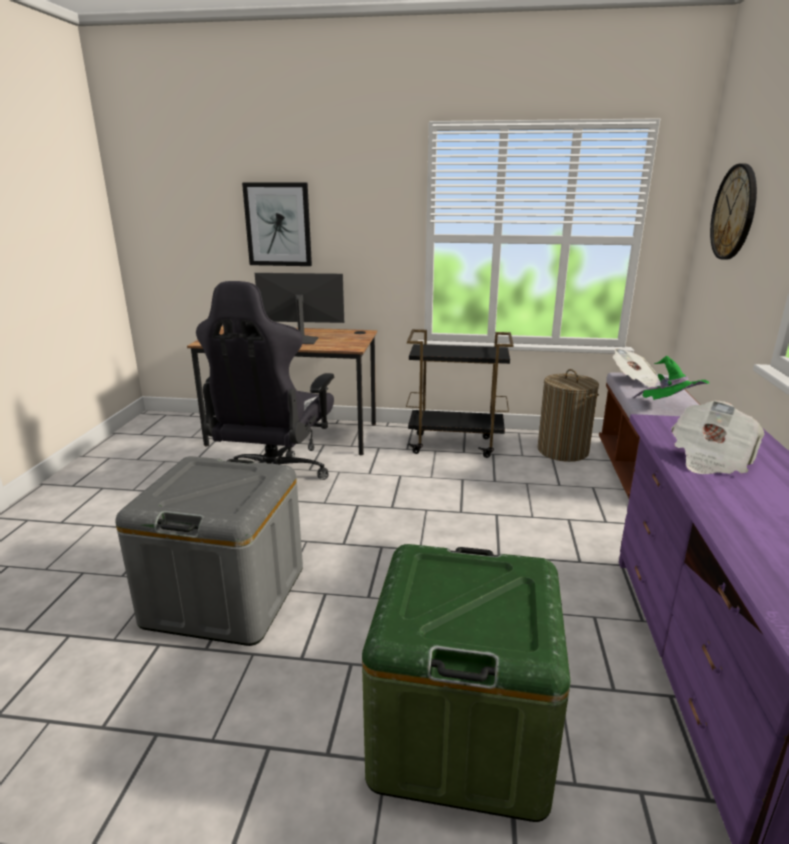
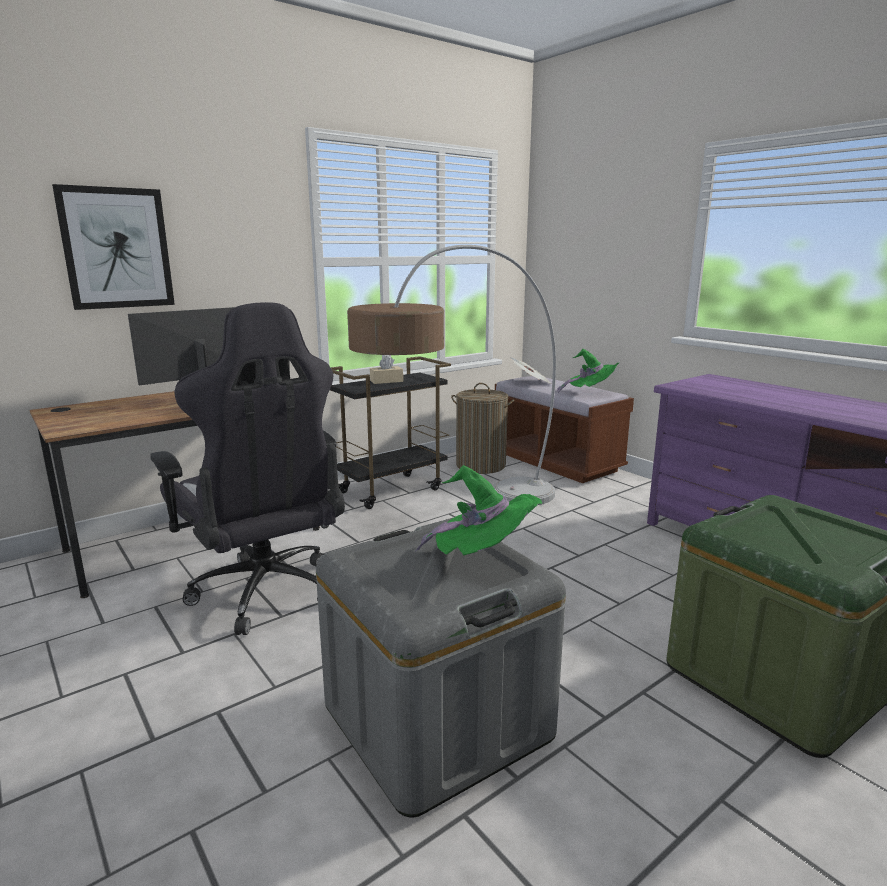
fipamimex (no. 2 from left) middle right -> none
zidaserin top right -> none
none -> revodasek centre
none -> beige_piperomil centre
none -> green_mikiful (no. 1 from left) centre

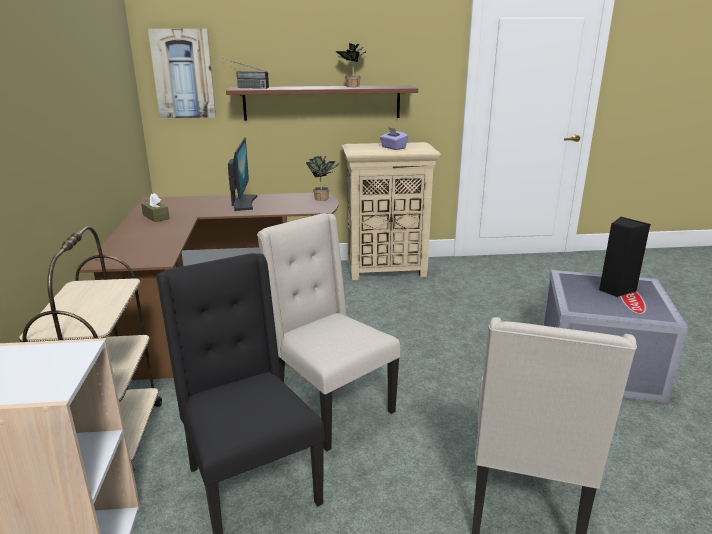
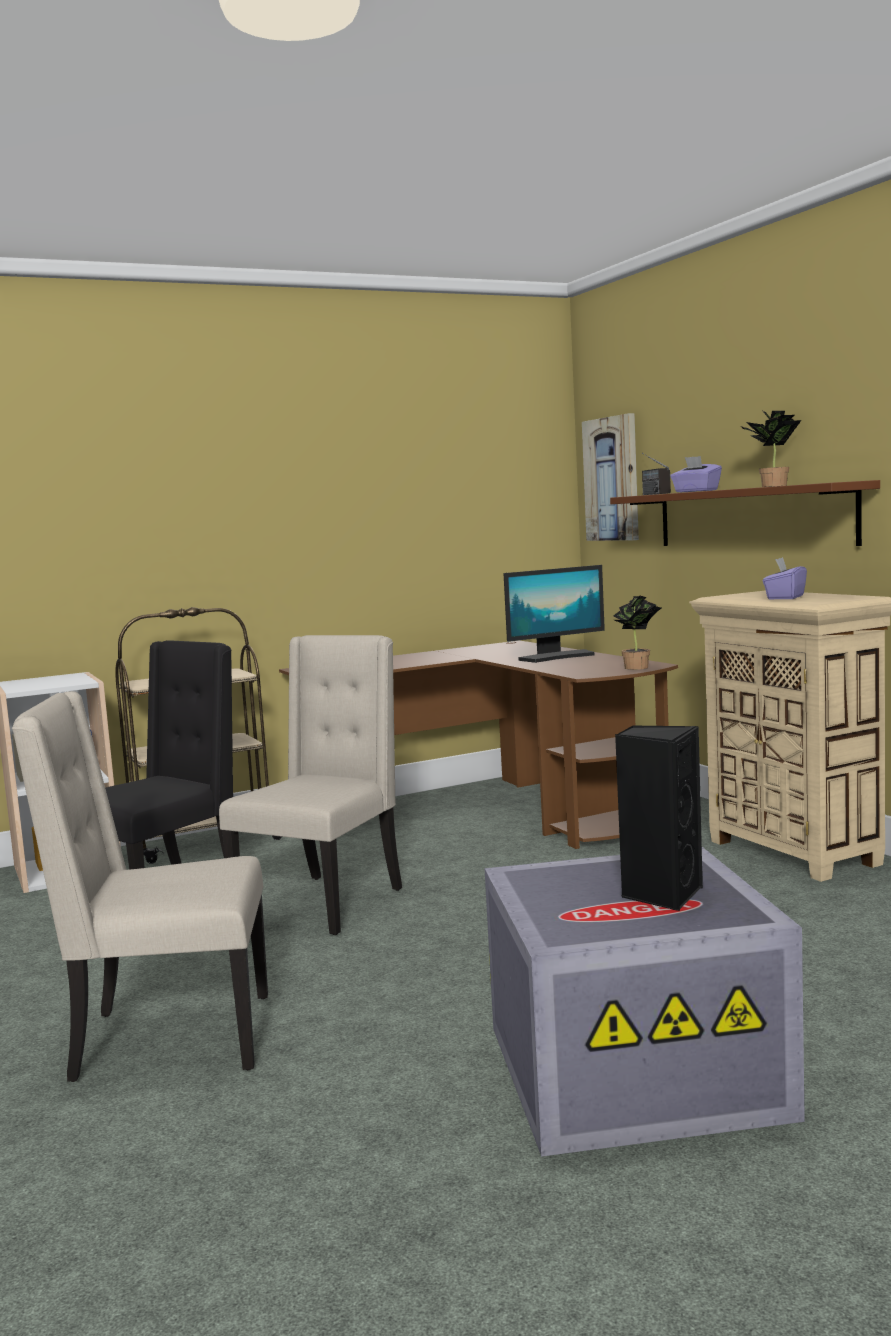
brown_piperomil middle left -> none
none -> purple_piperomil (no. 1 from left) middle right

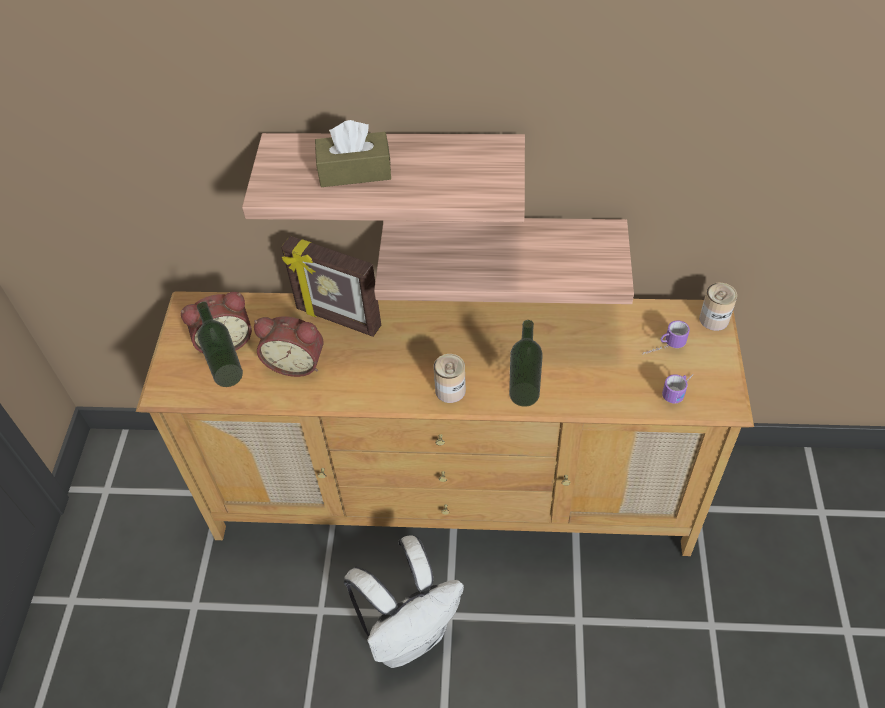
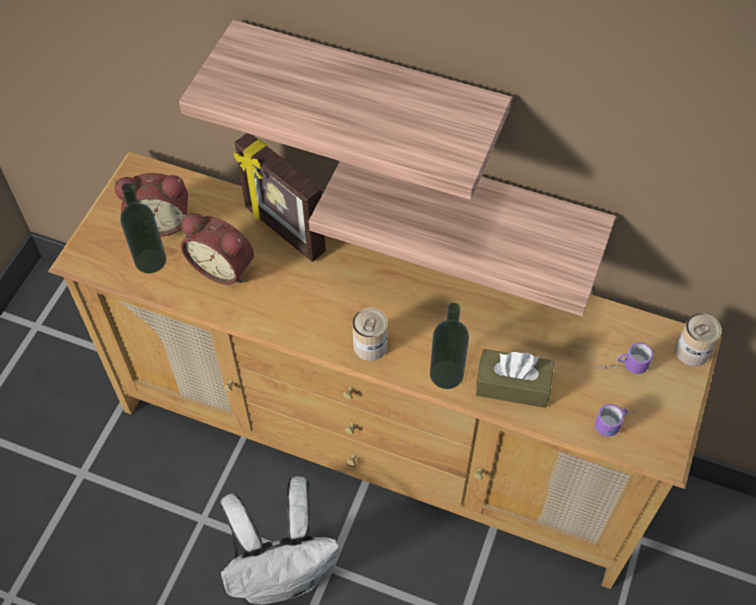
brown_piperomil top centre -> brown_piperomil middle right, relocated

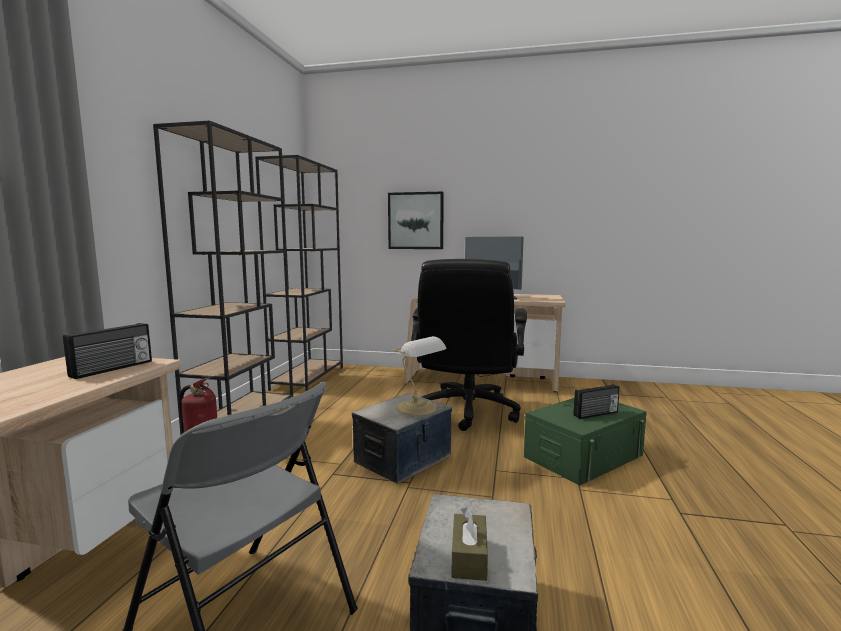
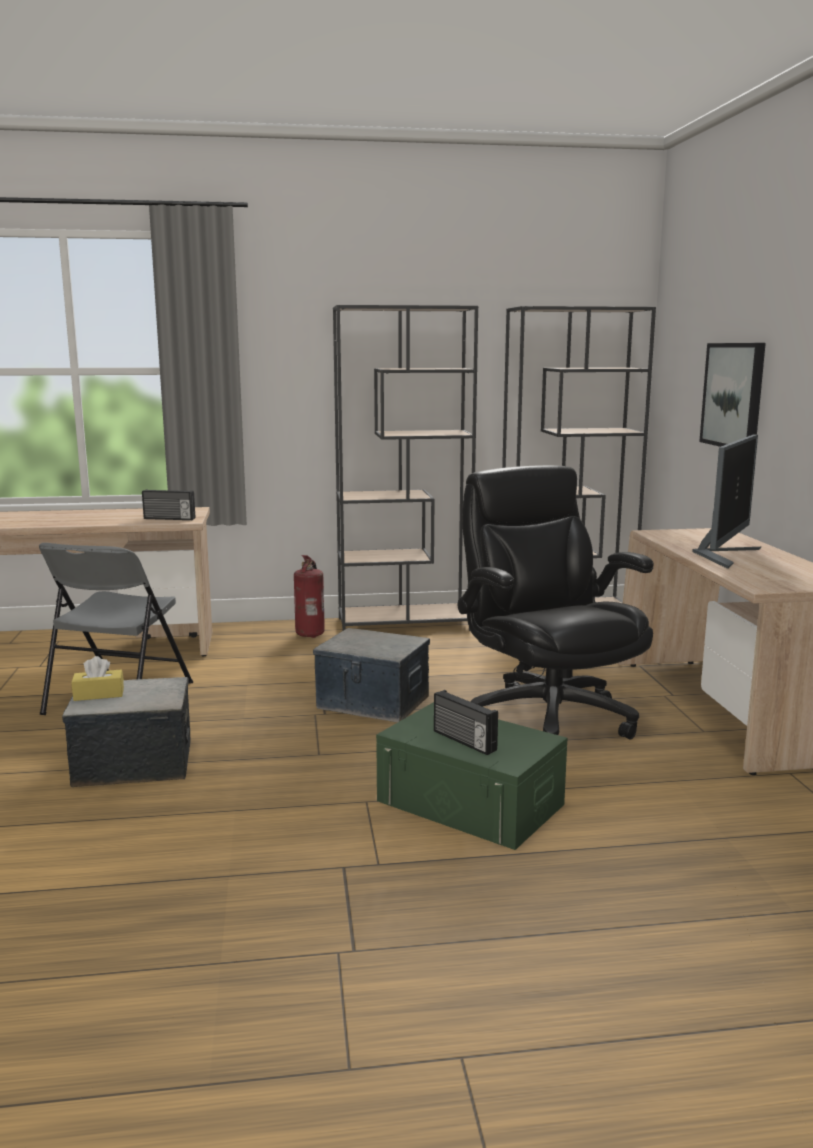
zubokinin centre -> none
brown_piperomil bottom centre -> yellow_piperomil middle left
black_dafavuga centre -> black_dafavuga middle right, 75 degrees clockwise

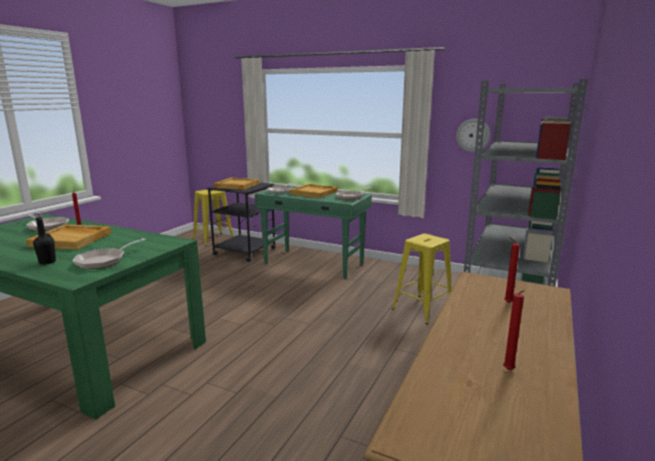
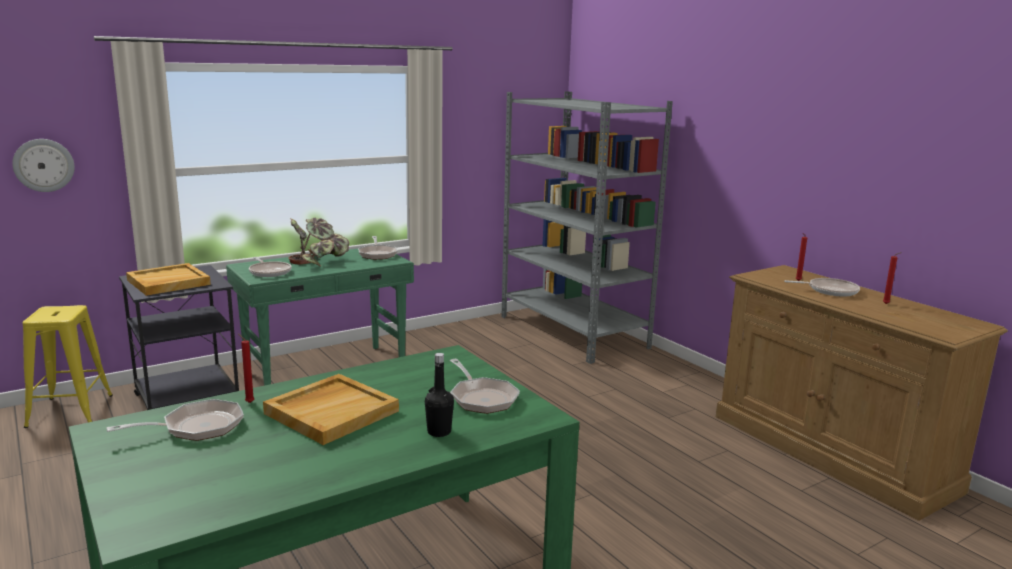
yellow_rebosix (no. 2 from left) centre -> none
none -> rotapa (no. 5 from left) middle right
zidaserin top right -> zidaserin top left, relocated
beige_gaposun (no. 3 from left) centre -> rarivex middle left

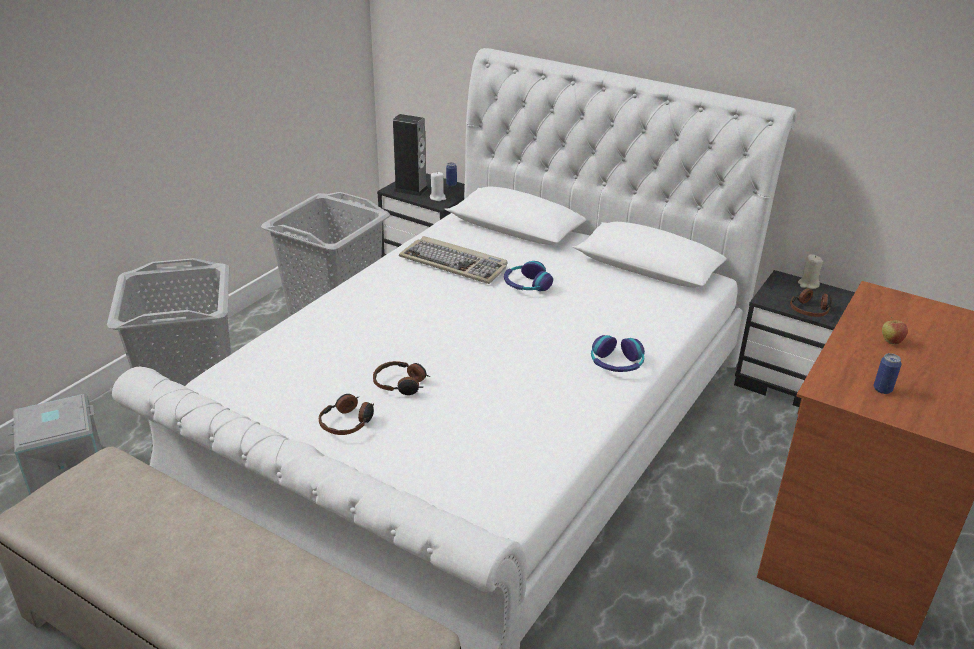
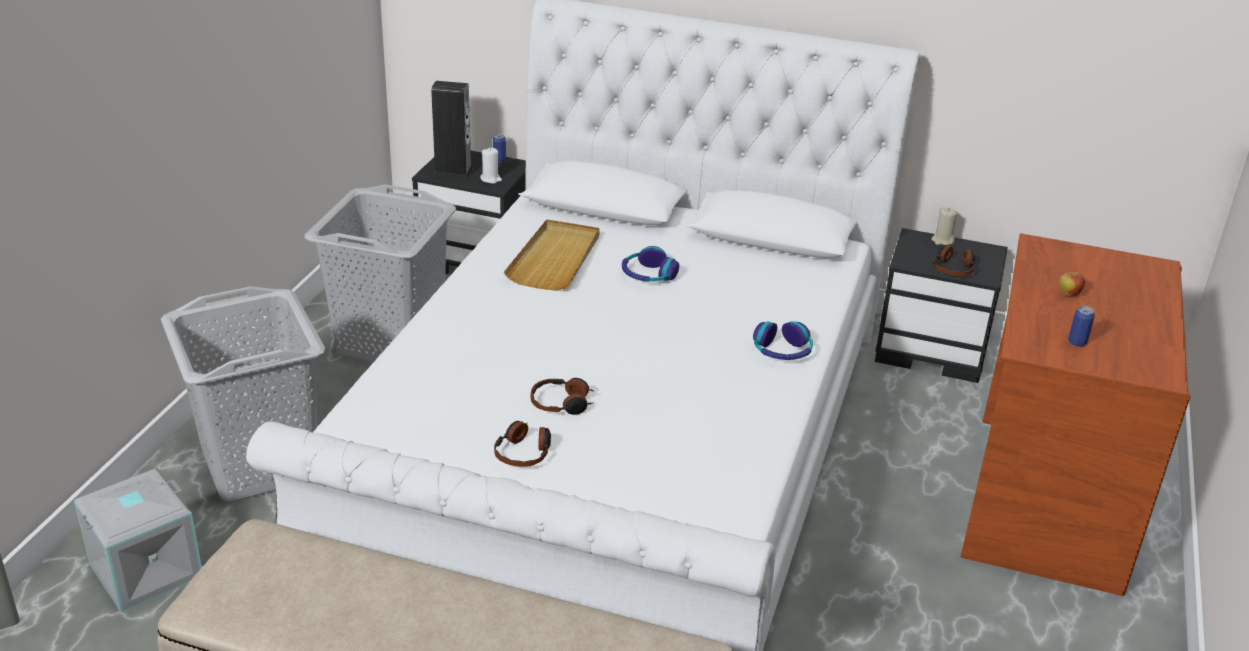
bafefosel centre -> beige_gaposun centre

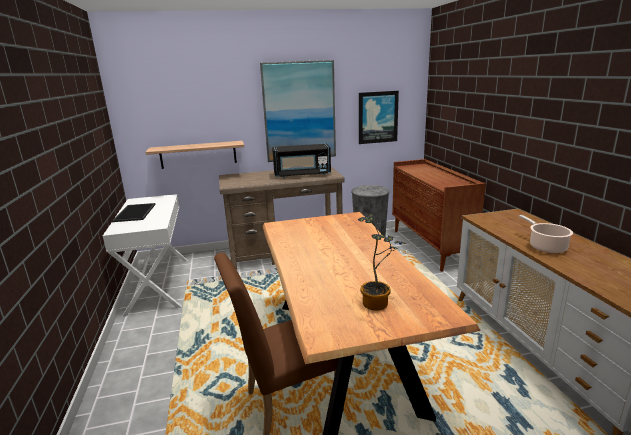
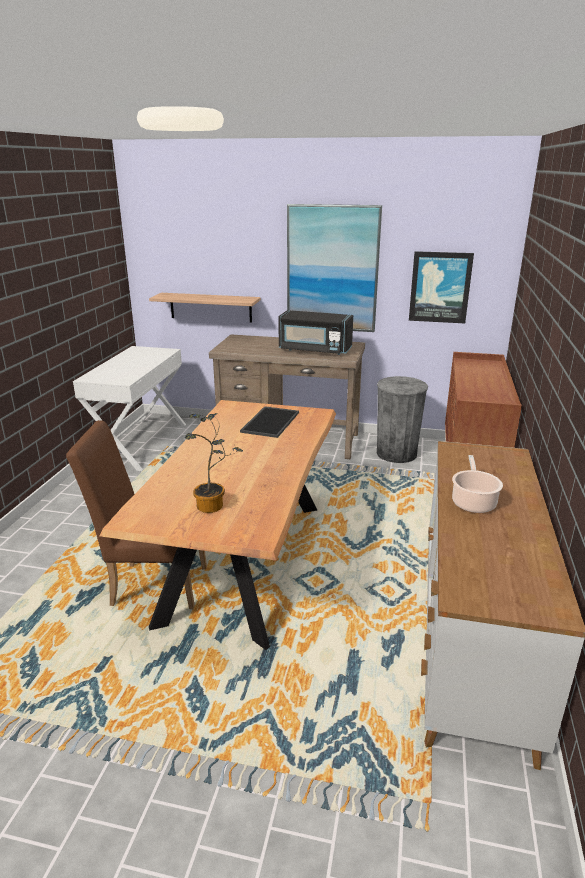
gaposun middle left -> gaposun centre, relocated

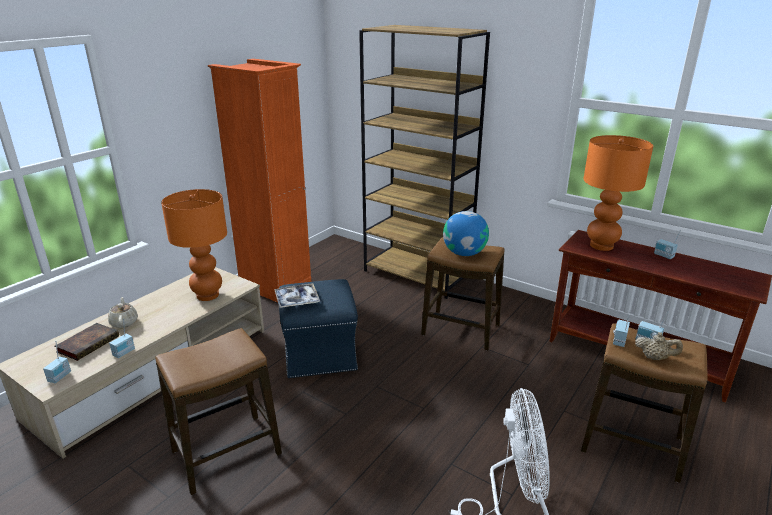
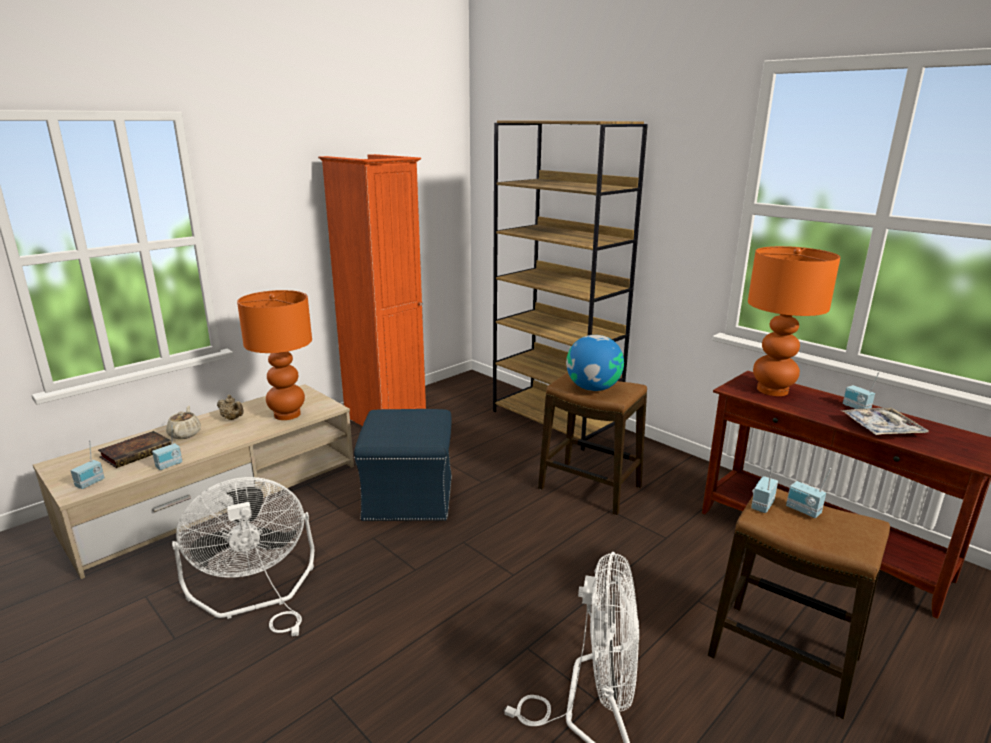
gaposun centre -> gaposun middle right, relocated
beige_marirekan (no. 2 from left) bottom right -> beige_marirekan (no. 2 from left) middle left, relocated
rebosix (no. 1 from left) bottom left -> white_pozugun (no. 1 from left) bottom left

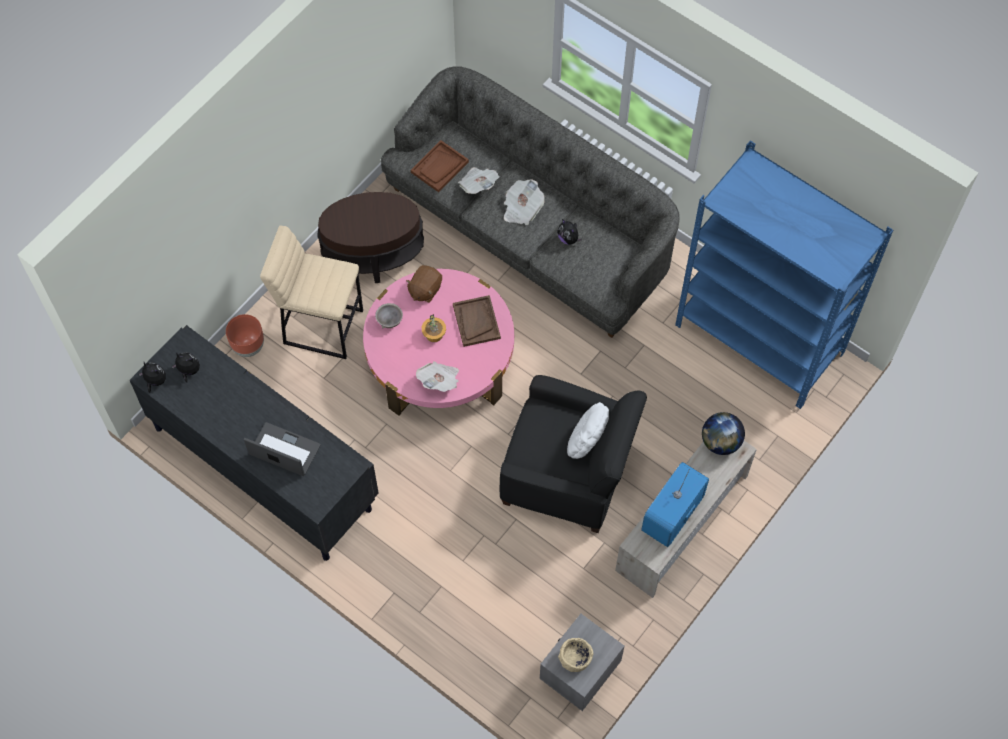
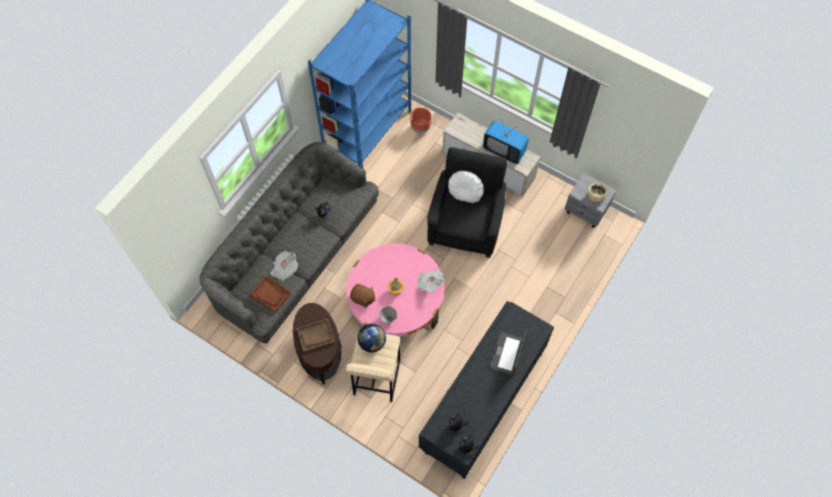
fipamimex (no. 3 from left) top centre -> none
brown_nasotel middle left -> brown_nasotel top centre, relocated
brown_gaposun (no. 2 from left) centre -> brown_gaposun (no. 2 from left) bottom centre, relocated
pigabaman middle right -> pigabaman bottom centre, relocated

